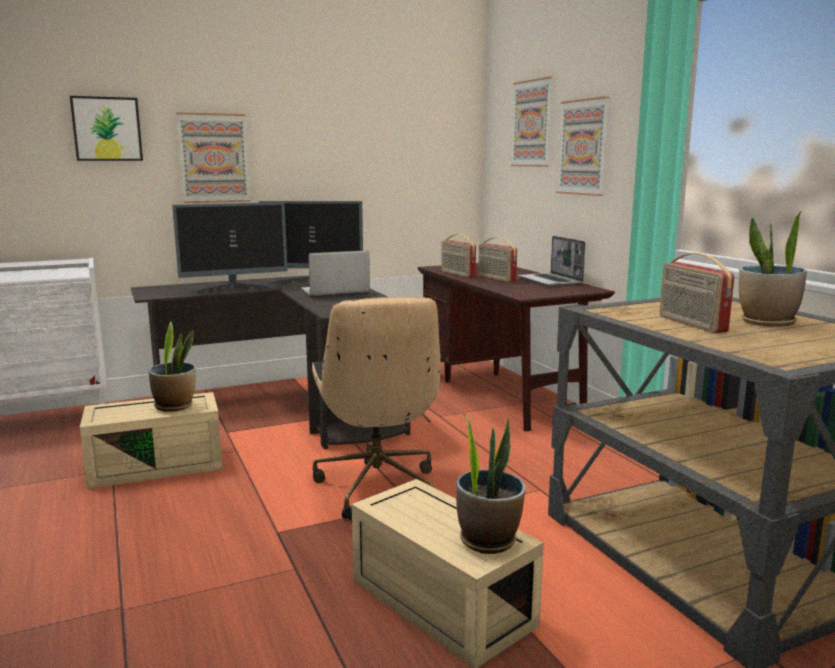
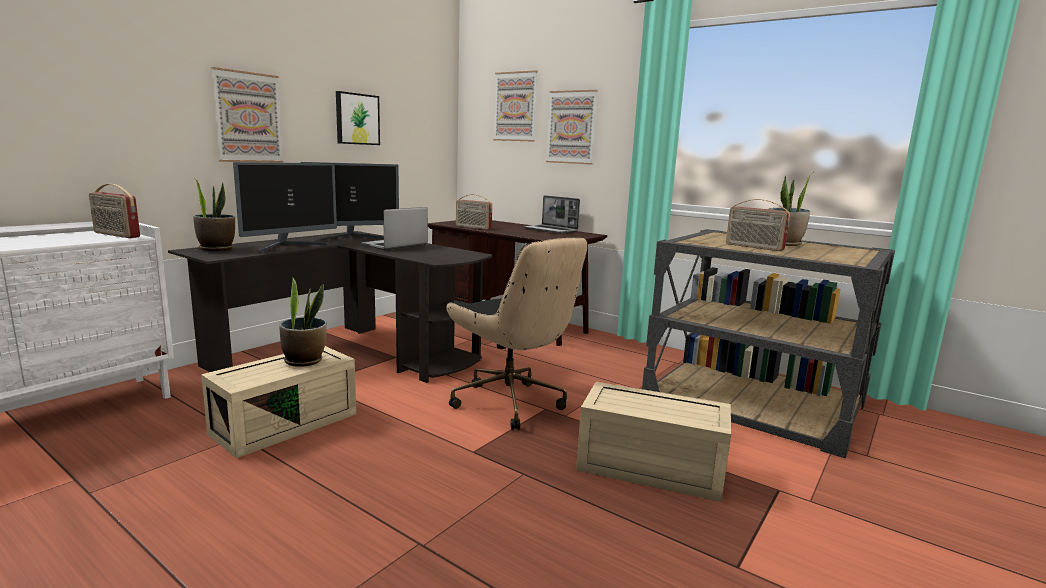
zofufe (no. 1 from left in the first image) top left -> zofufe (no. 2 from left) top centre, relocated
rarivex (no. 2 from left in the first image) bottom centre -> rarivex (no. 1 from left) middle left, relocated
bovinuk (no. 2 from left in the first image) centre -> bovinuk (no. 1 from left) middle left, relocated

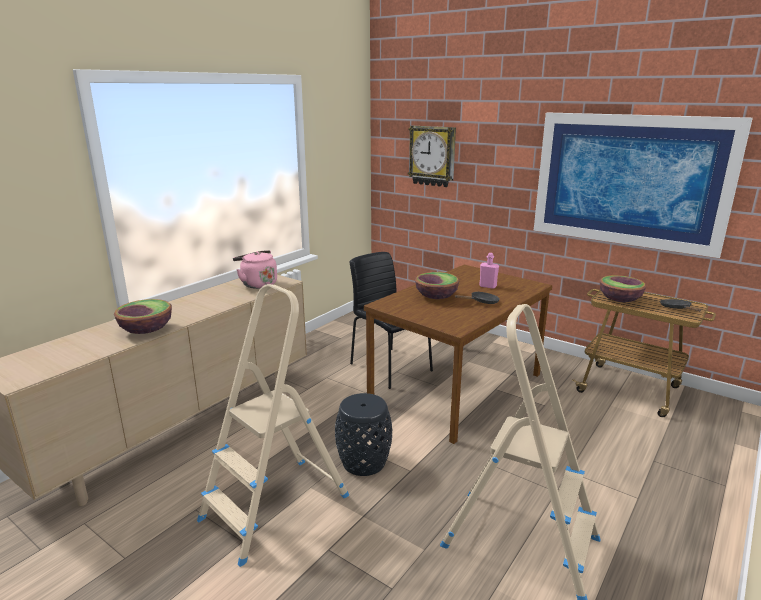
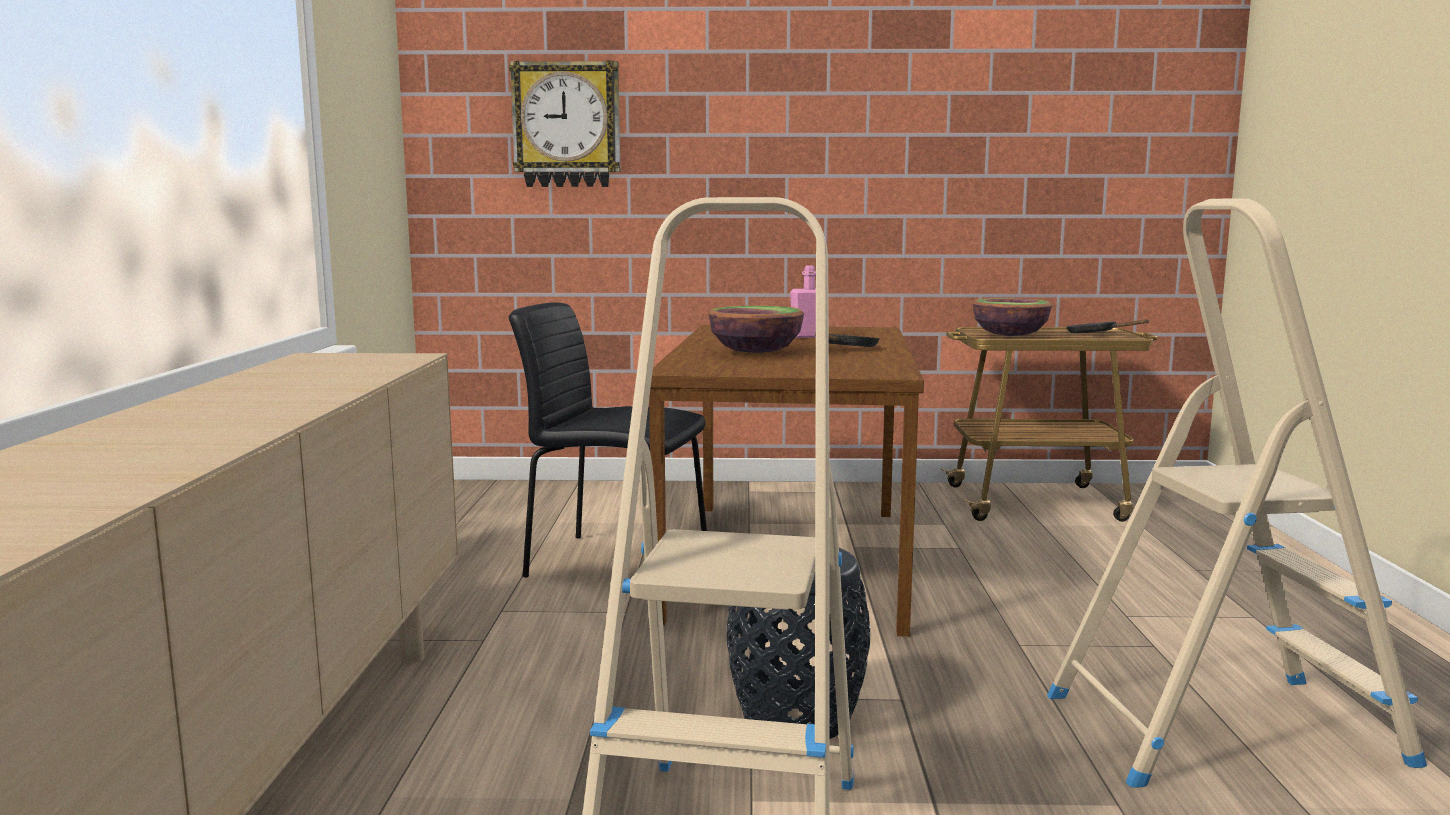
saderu (no. 1 from left) middle left -> none
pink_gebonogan centre -> none
zofufe top right -> none

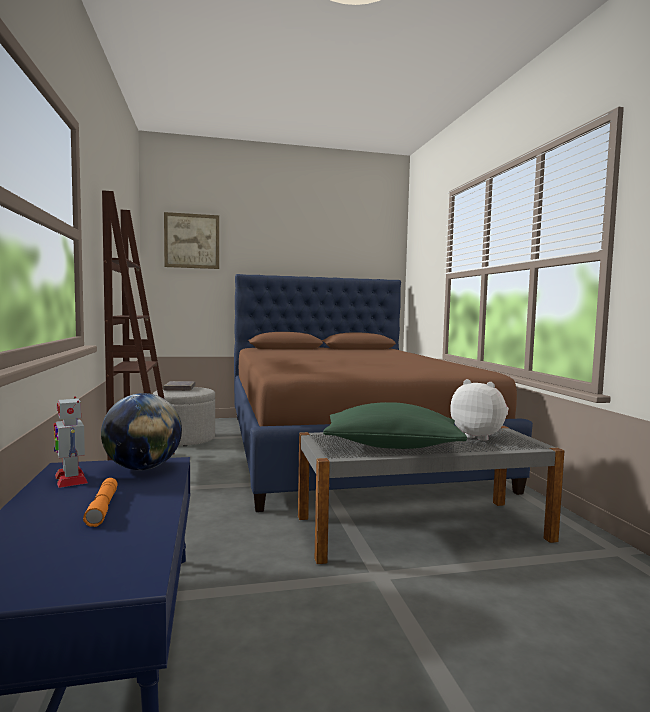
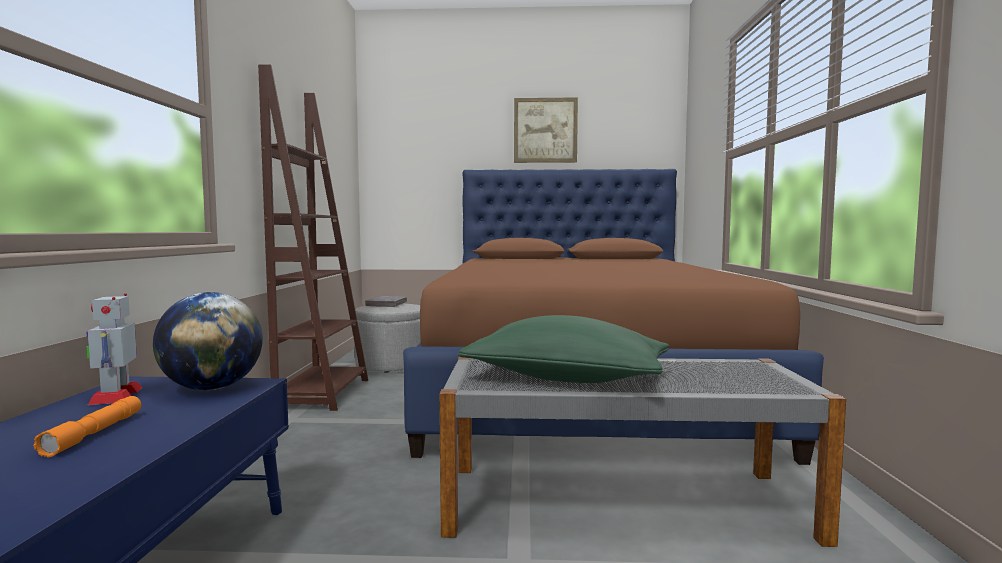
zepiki middle right -> none
zofufe middle left -> zofufe top centre, relocated

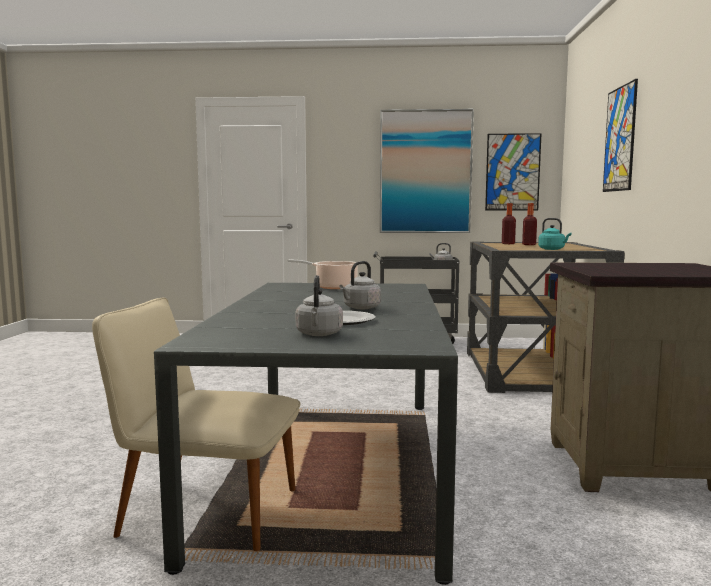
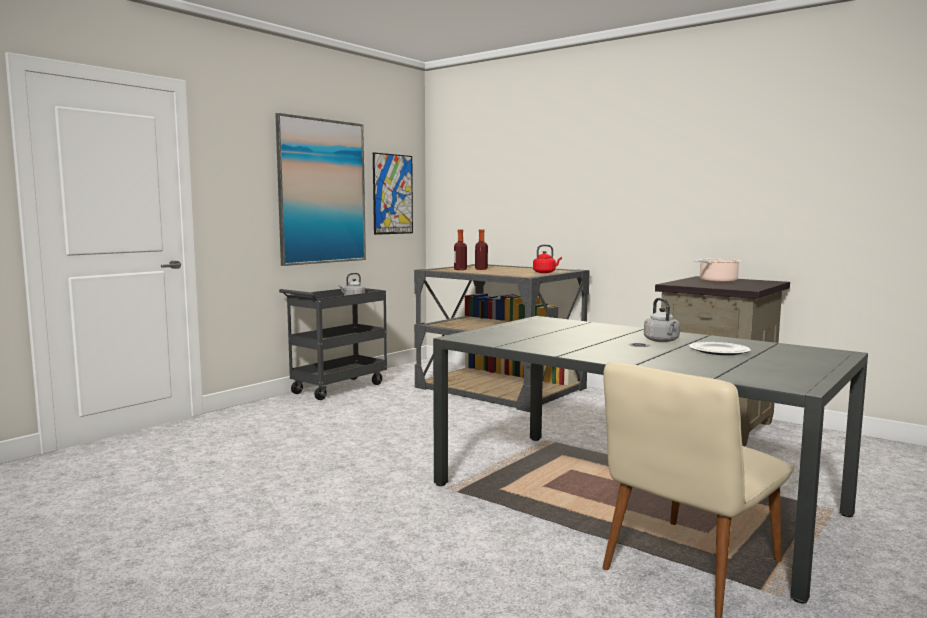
grey_gebonogan (no. 1 from left) centre -> none
zofufe (no. 3 from left) top right -> none
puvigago centre -> puvigago middle right, relocated
turquoise_gebonogan middle right -> red_gebonogan centre

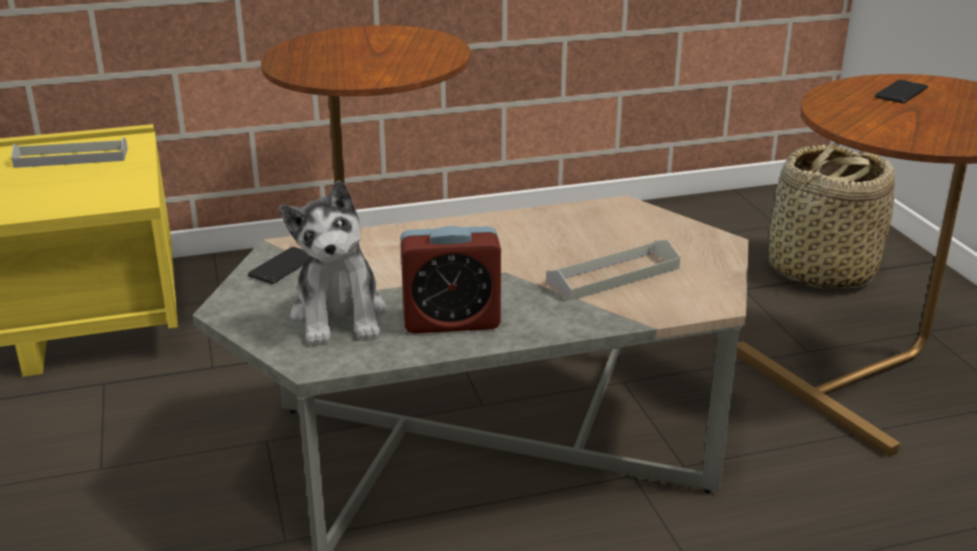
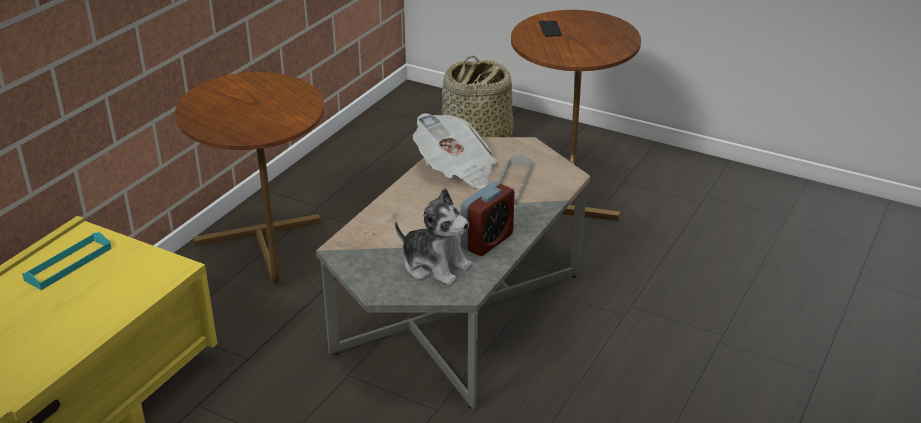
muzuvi (no. 1 from left) middle left -> none
none -> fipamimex centre
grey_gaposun (no. 1 from left) top left -> turquoise_gaposun middle left

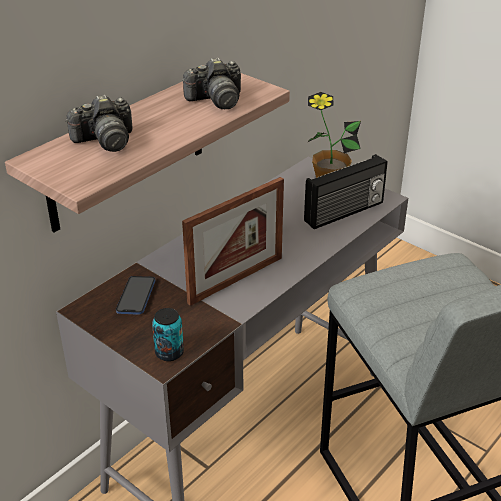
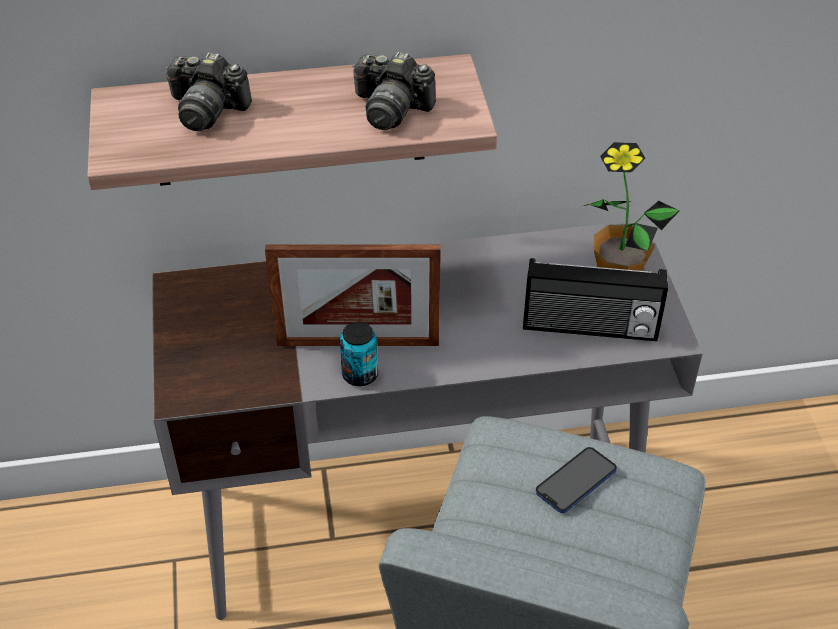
muzuvi middle left -> muzuvi bottom right, relocated
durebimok bottom centre -> durebimok centre, relocated

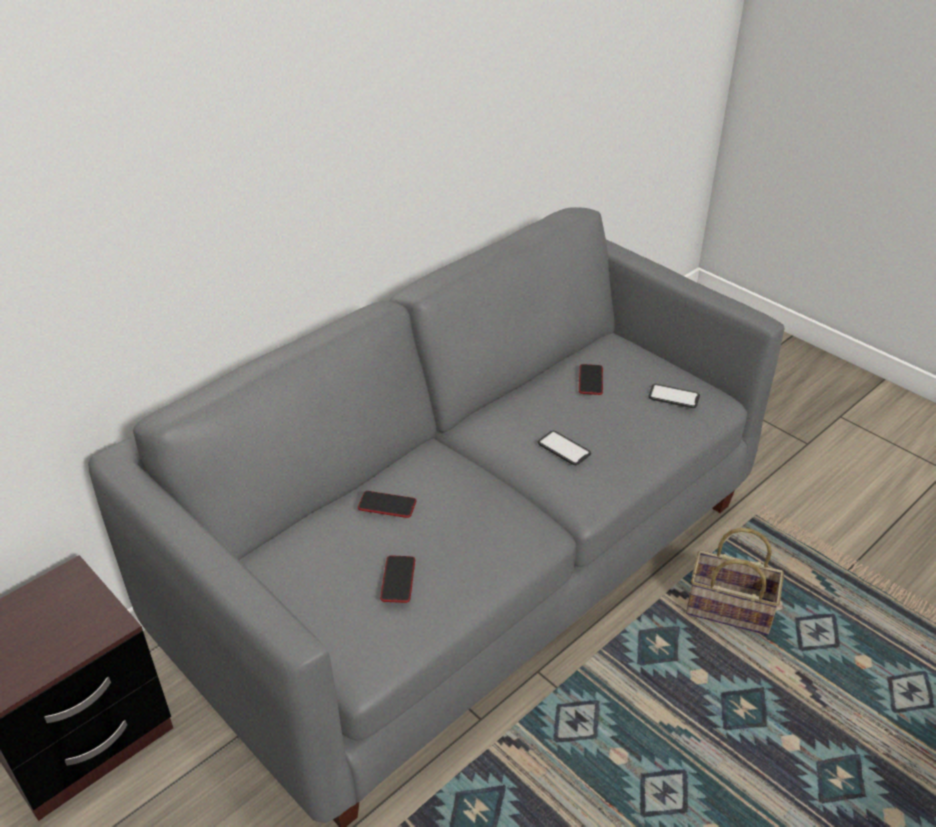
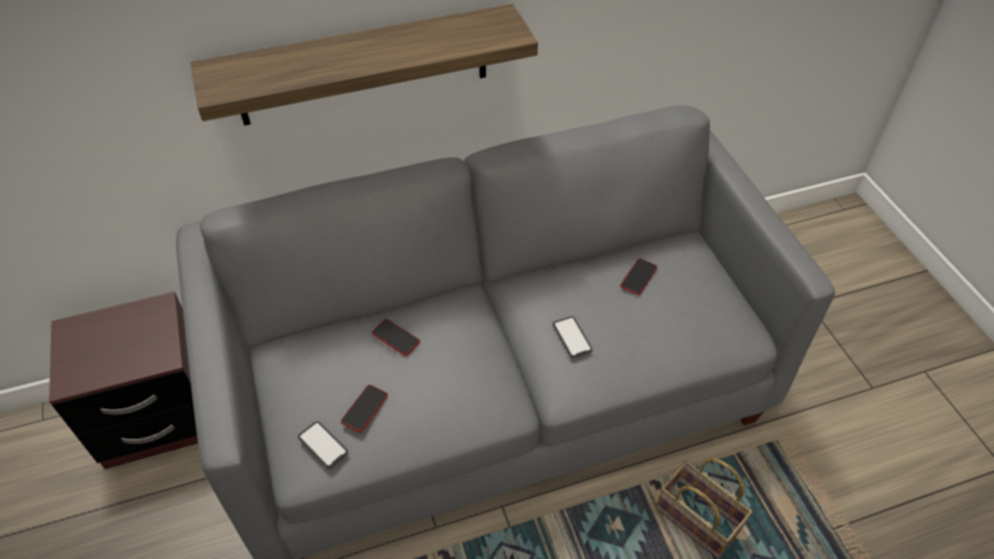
none -> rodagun top centre
muzuvi (no. 5 from left in the first image) middle right -> muzuvi (no. 1 from left) bottom left, relocated

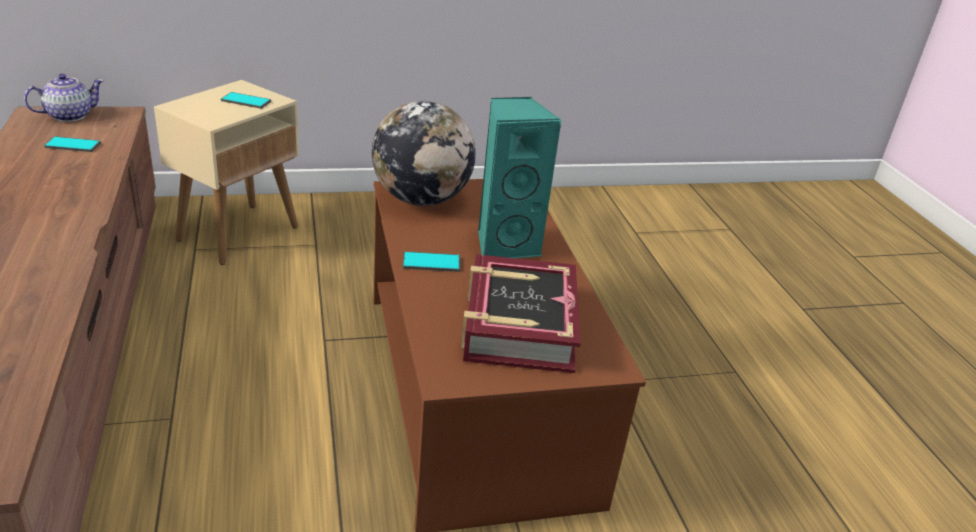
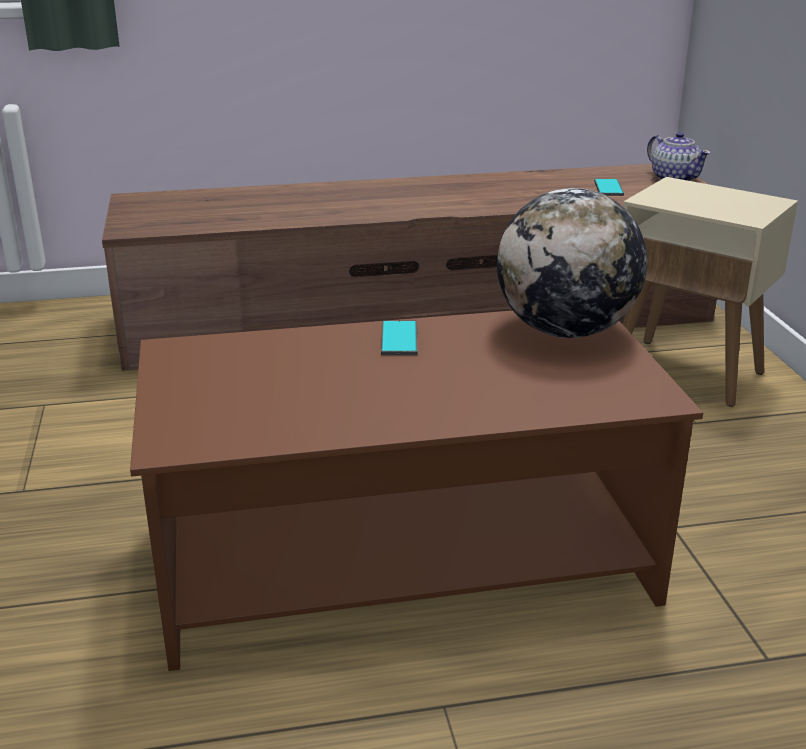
muzuvi (no. 2 from left) top left -> none
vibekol centre -> none
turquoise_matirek top centre -> none

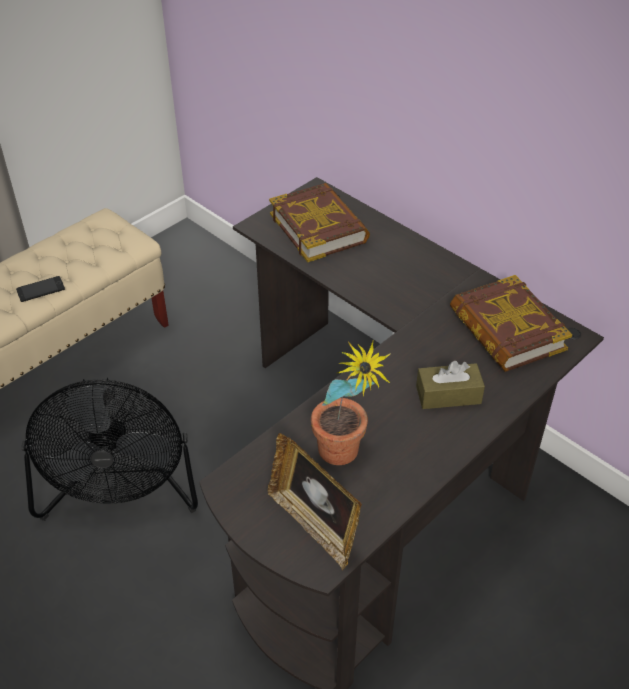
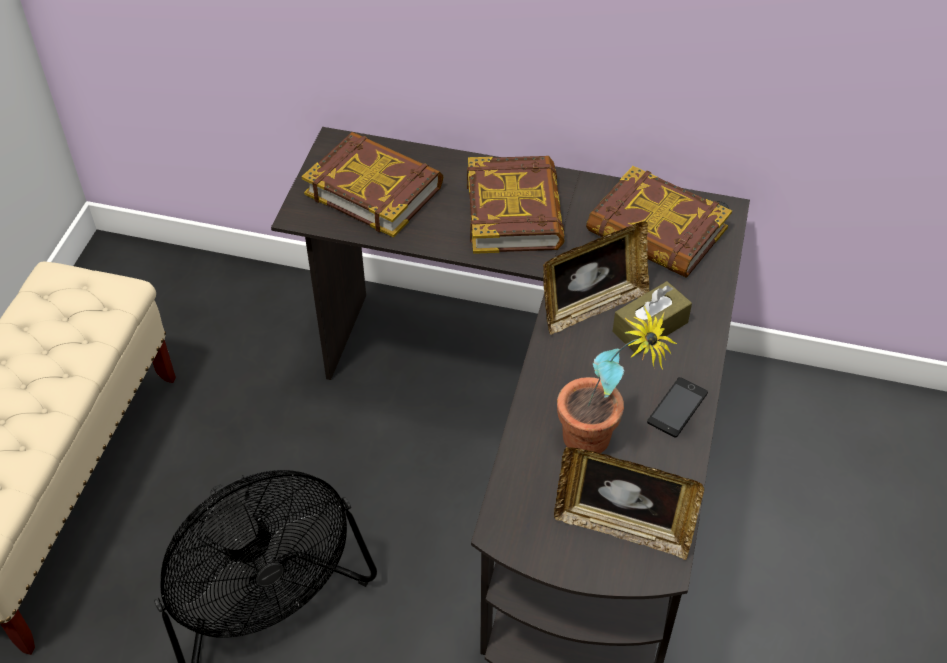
none -> vibekol (no. 2 from left) top centre
none -> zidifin (no. 1 from left) centre
muzuvi middle left -> muzuvi middle right, relocated

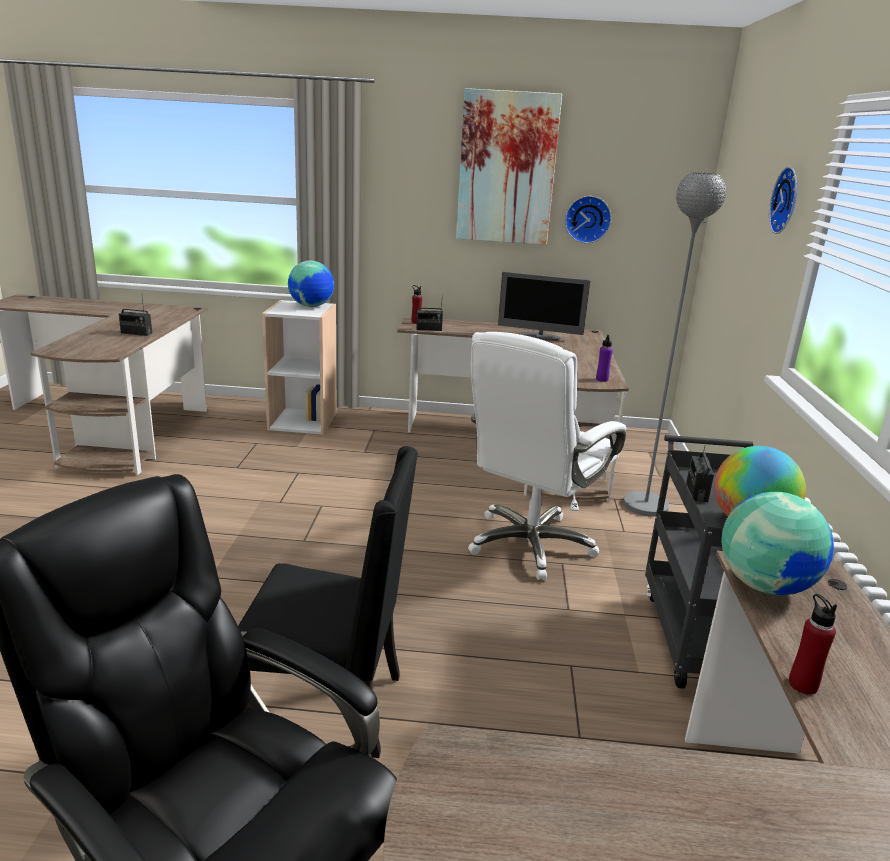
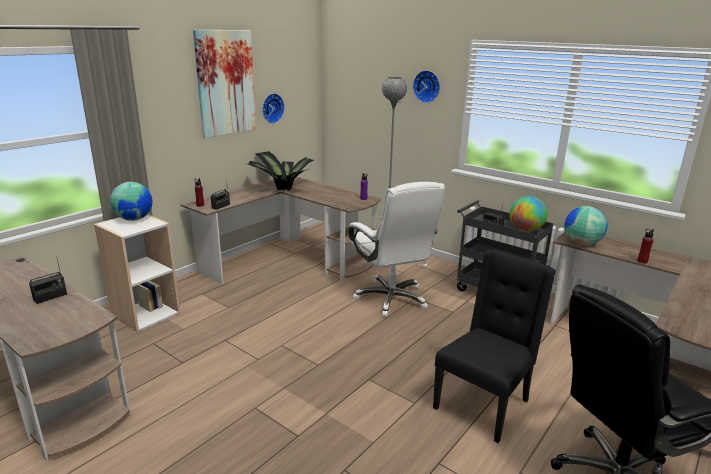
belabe centre -> rarivex centre

